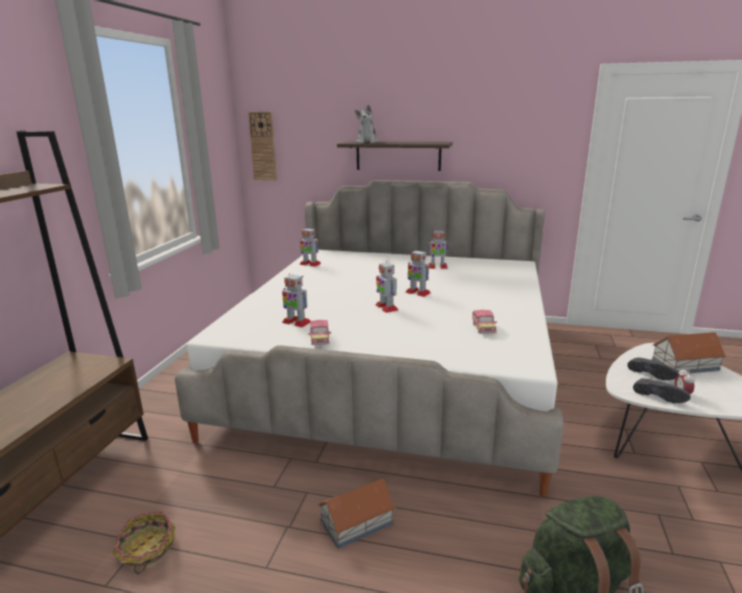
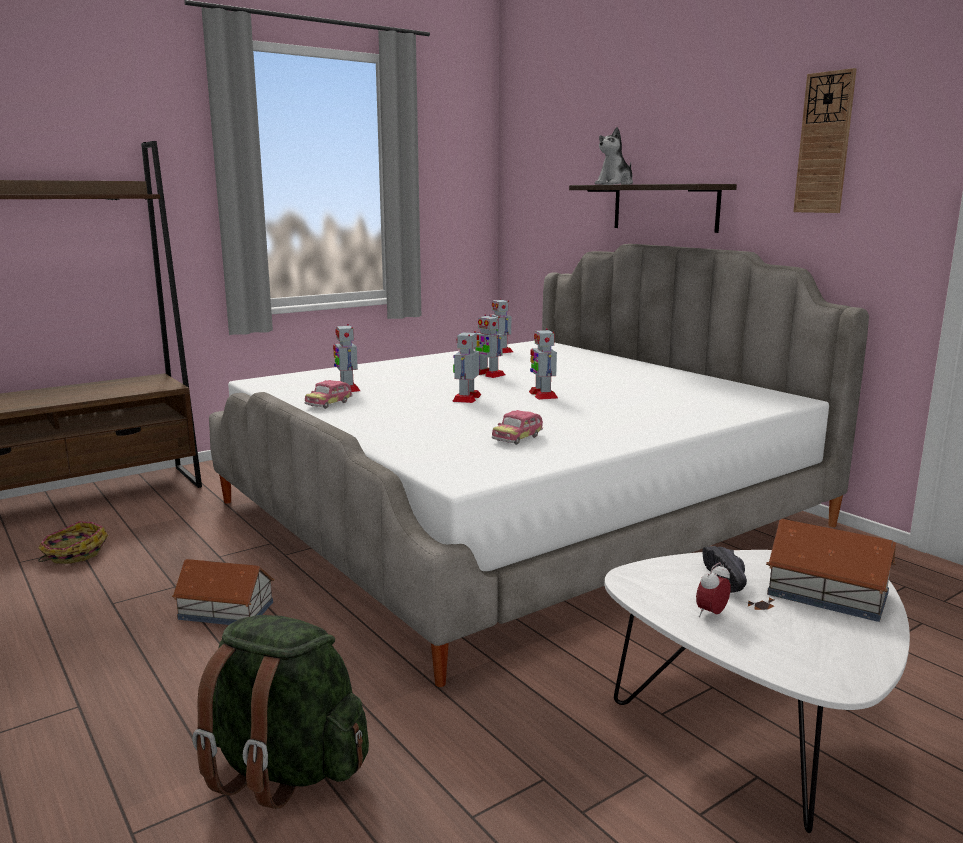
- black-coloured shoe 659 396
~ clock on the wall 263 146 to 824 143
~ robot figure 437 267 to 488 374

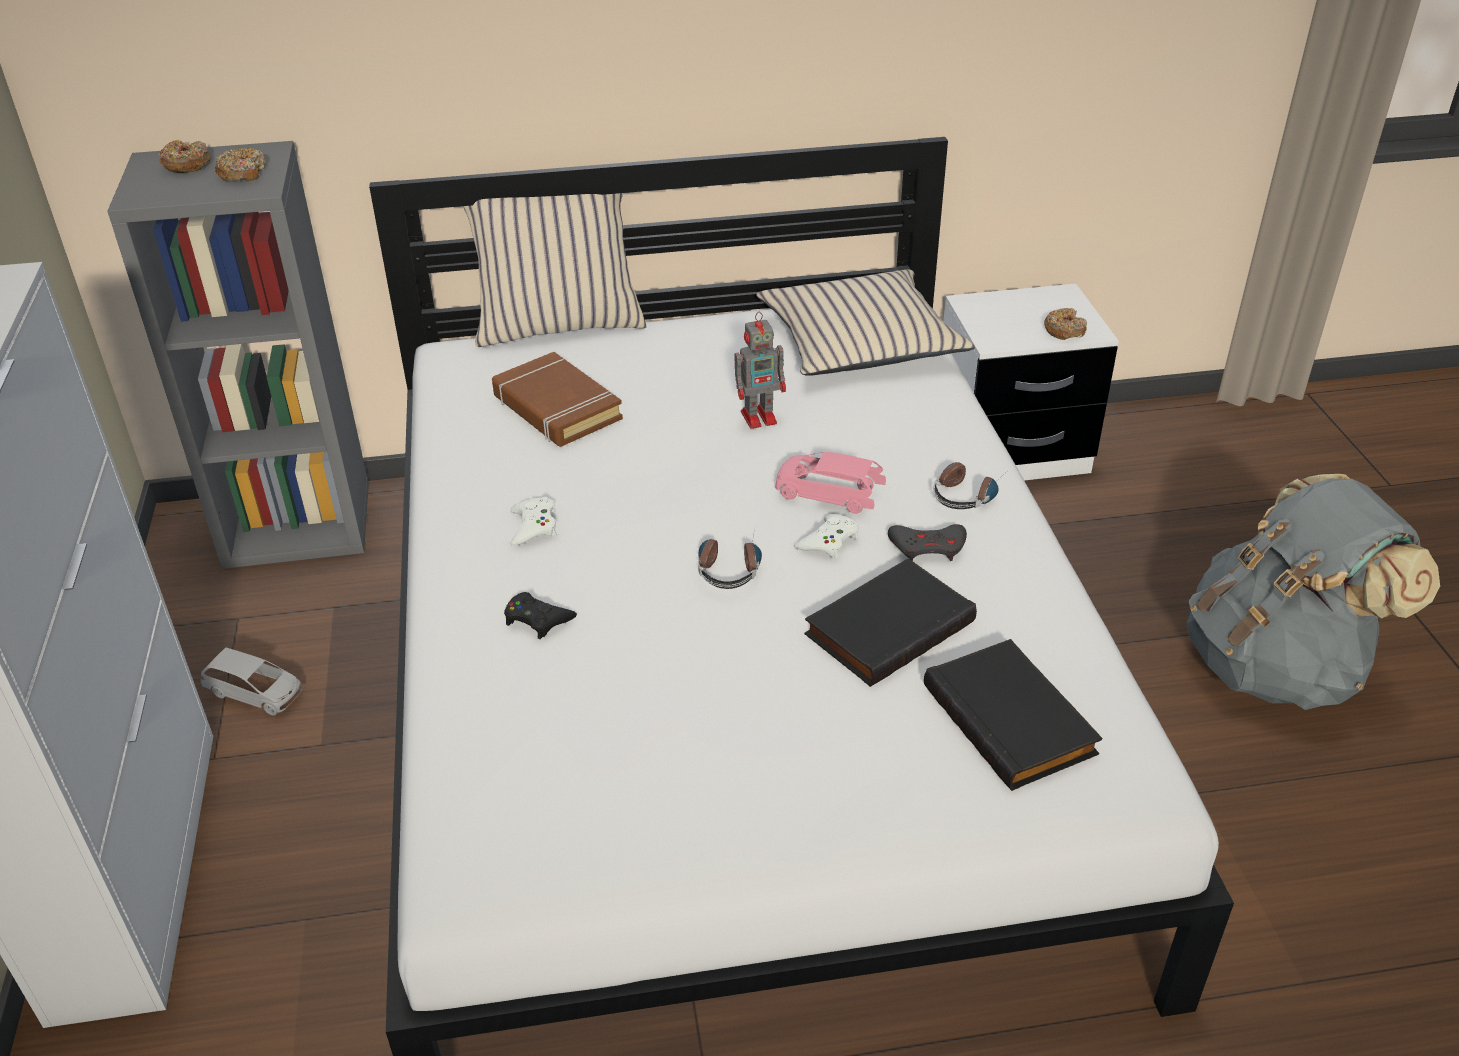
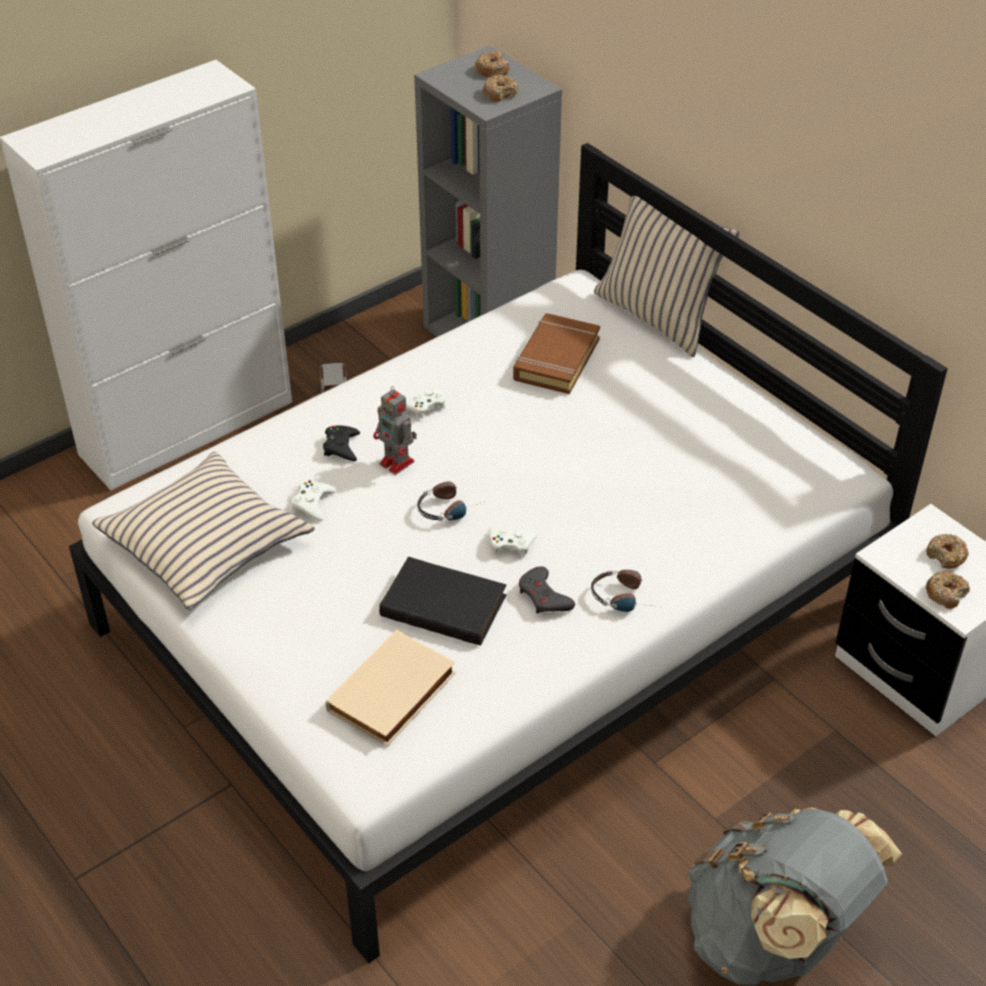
- pinkish model car 828 495
+ white gamepad 313 503
+ ring doughnut 946 556
~ robot figure 760 417 to 398 463
~ sand-coloured throw pillow 859 342 to 205 543
~ black-coloured volume 1012 719 to sand-coloured volume 393 694

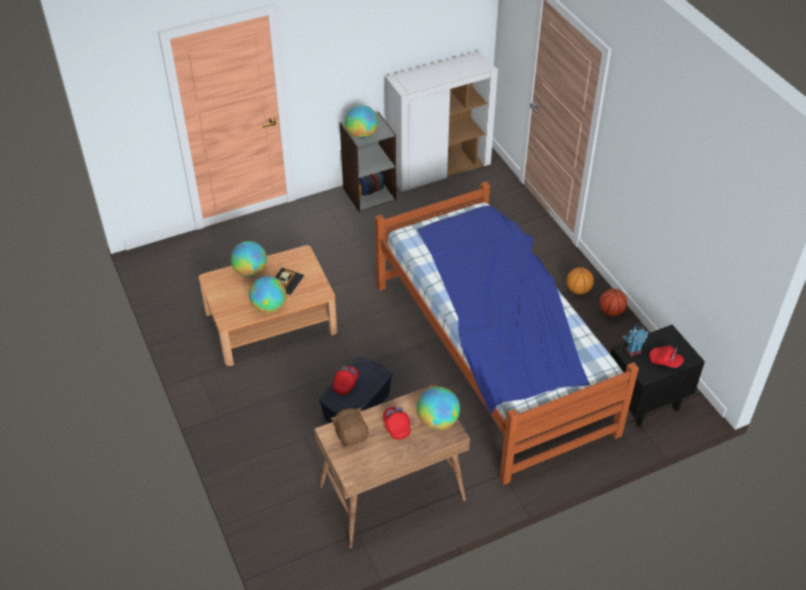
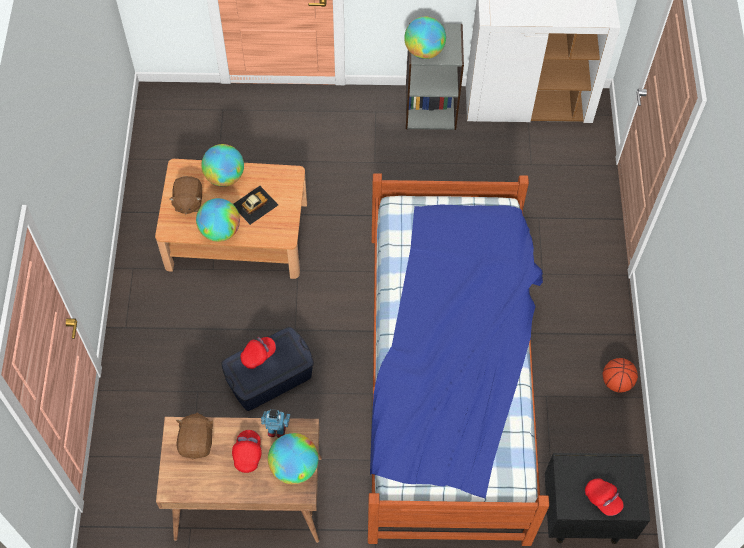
- basketball ball 578 290
+ brown-coloured plush toy 188 202
~ robot figure 633 350 to 276 430

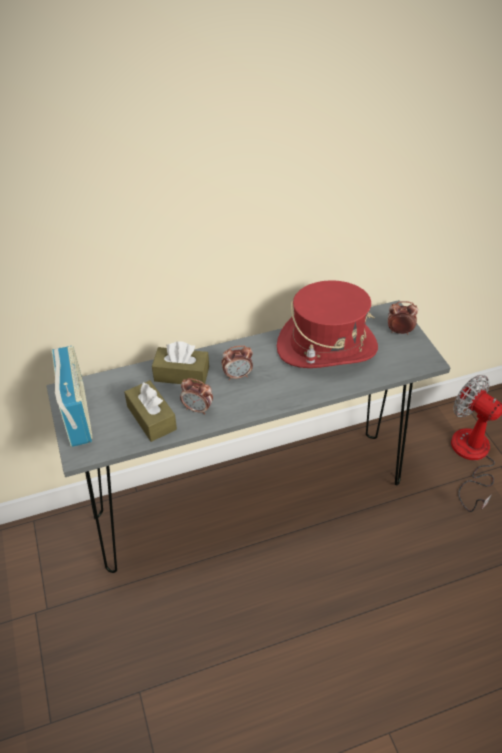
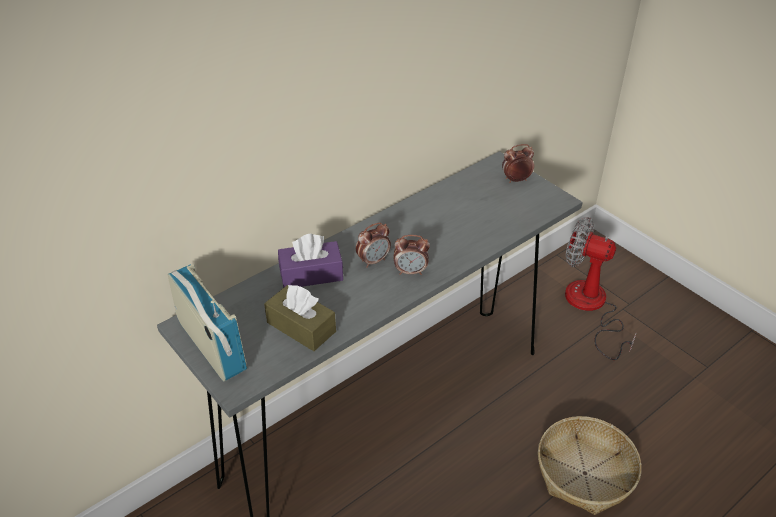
- reddish wearable hat 327 347
+ household basket 585 473
~ table clock 197 409 to 411 271
~ brown-coloured box of tissues 181 374 to purple box of tissues 311 274

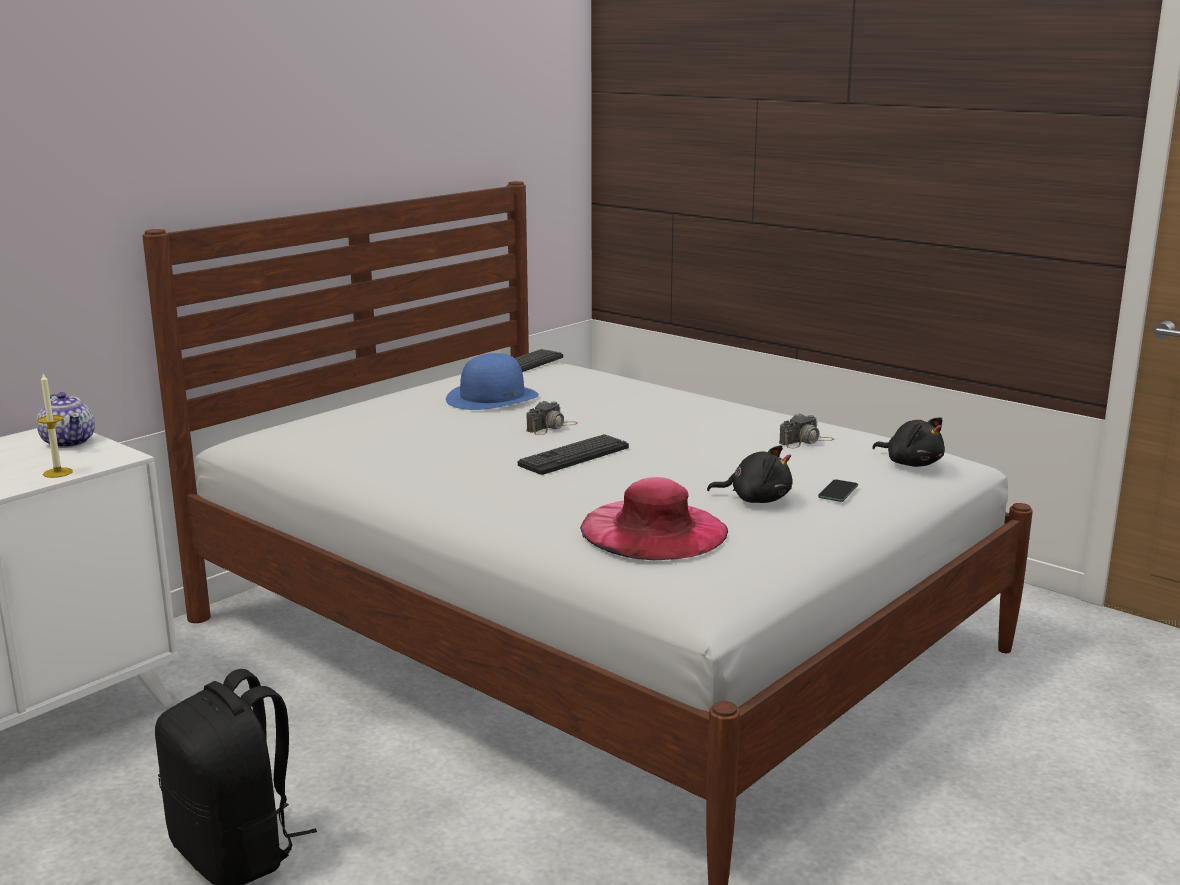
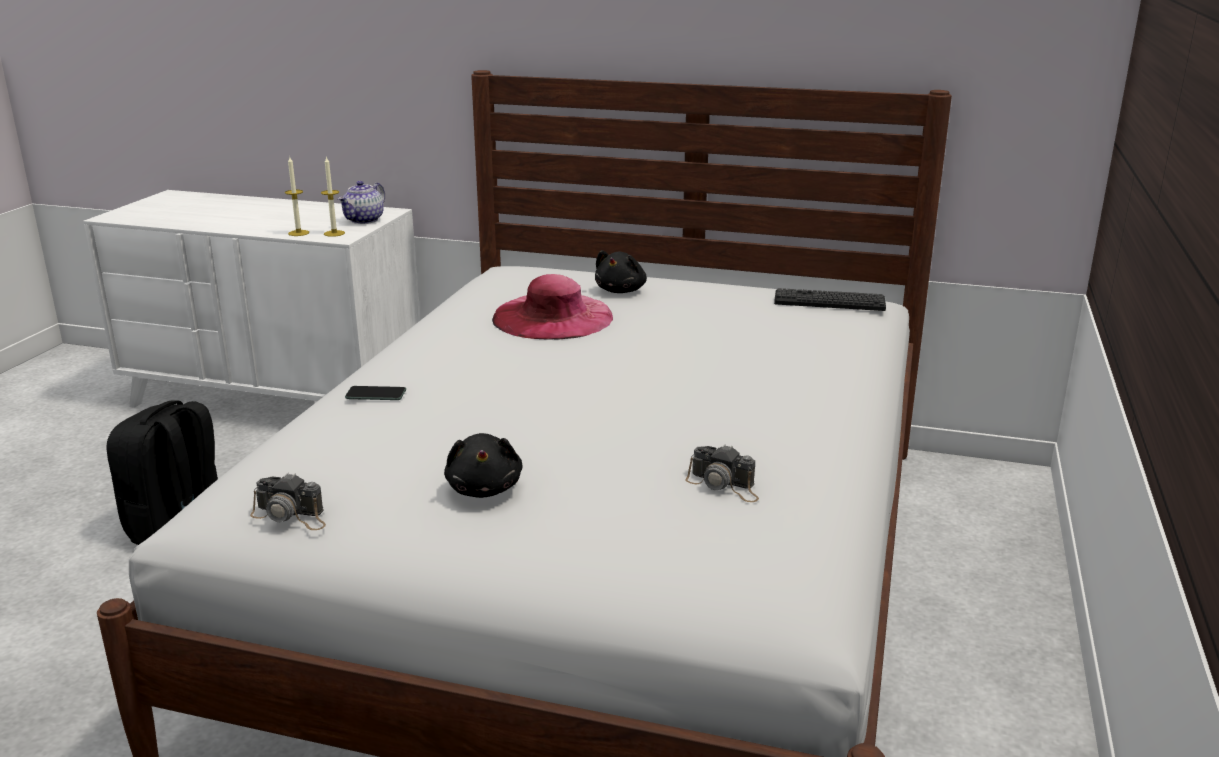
- blue-coloured wearable hat 492 397
- keyboard 574 456
+ wax light 334 233
~ still camera 552 427 to 291 516
~ pinkish wearable hat 654 529 to 553 317
~ phone 838 491 to 376 394
~ black-coloured plush toy 911 463 to 621 290

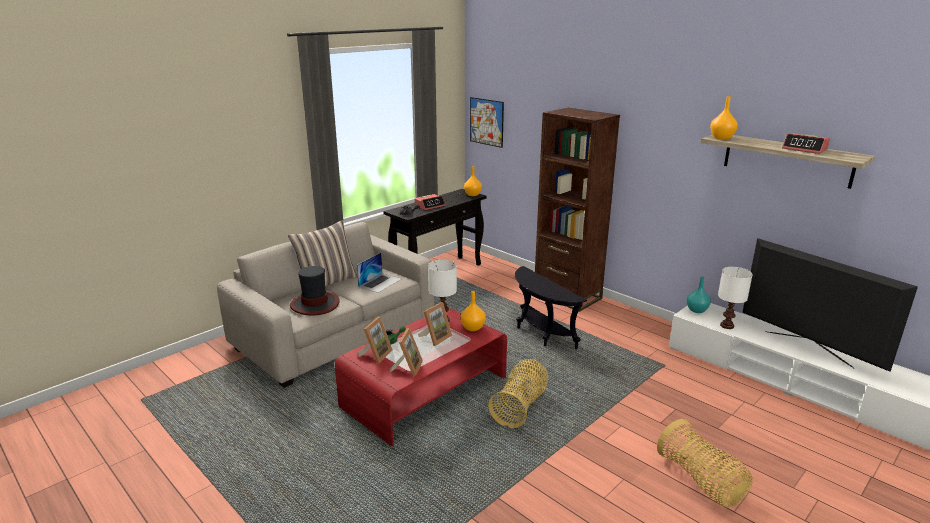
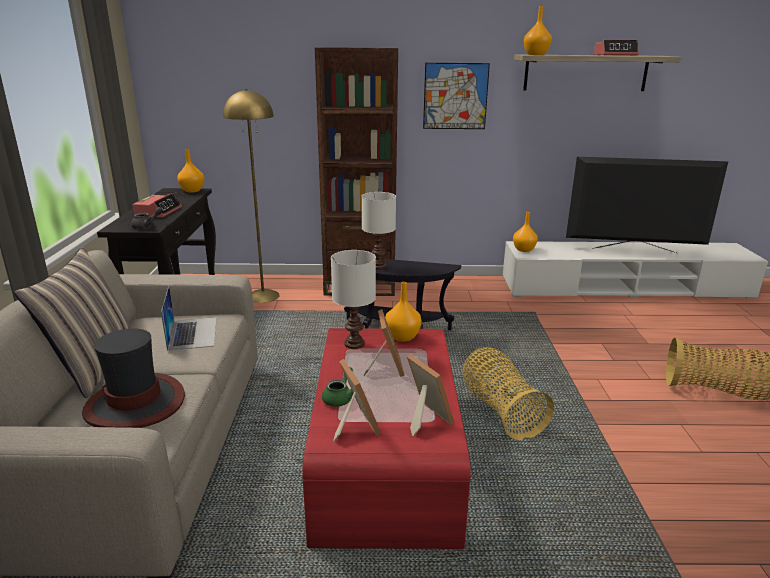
+ yellow-coloured standard lamp 263 296
~ wall picture 486 122 to 455 96
~ white lamp for a table 726 325 to 377 266
~ blue-green flower vase 696 310 to orange flower vase 523 249

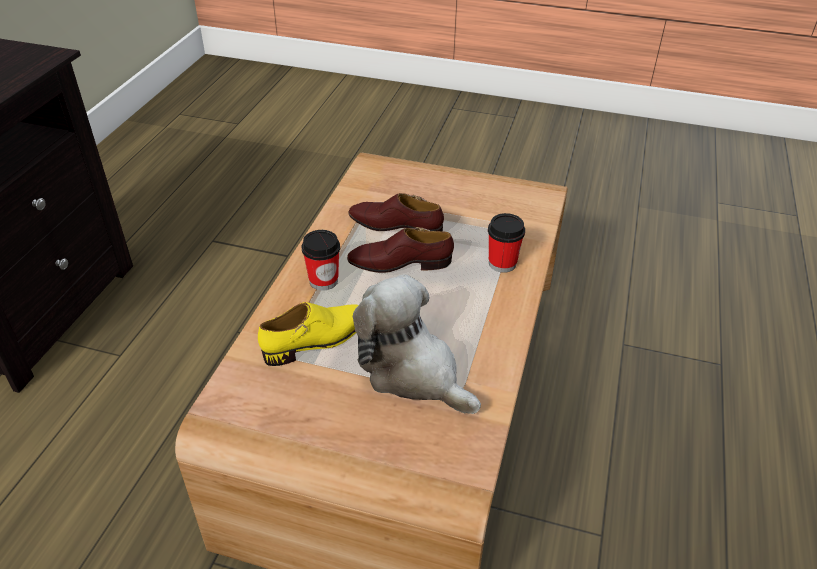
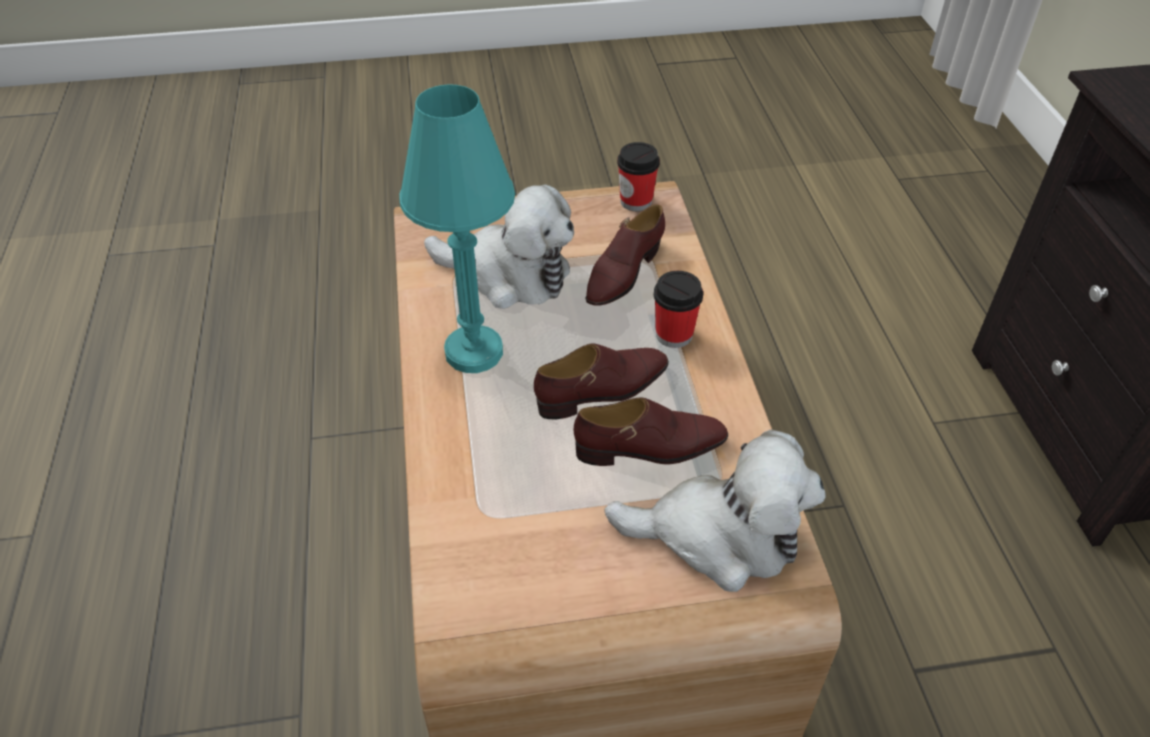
+ blue-green lamp for a table 474 352
+ plush toy 719 536
~ small cup 502 263 to 636 201
~ yellow-coloured shoe 317 340 to brown-coloured shoe 623 272

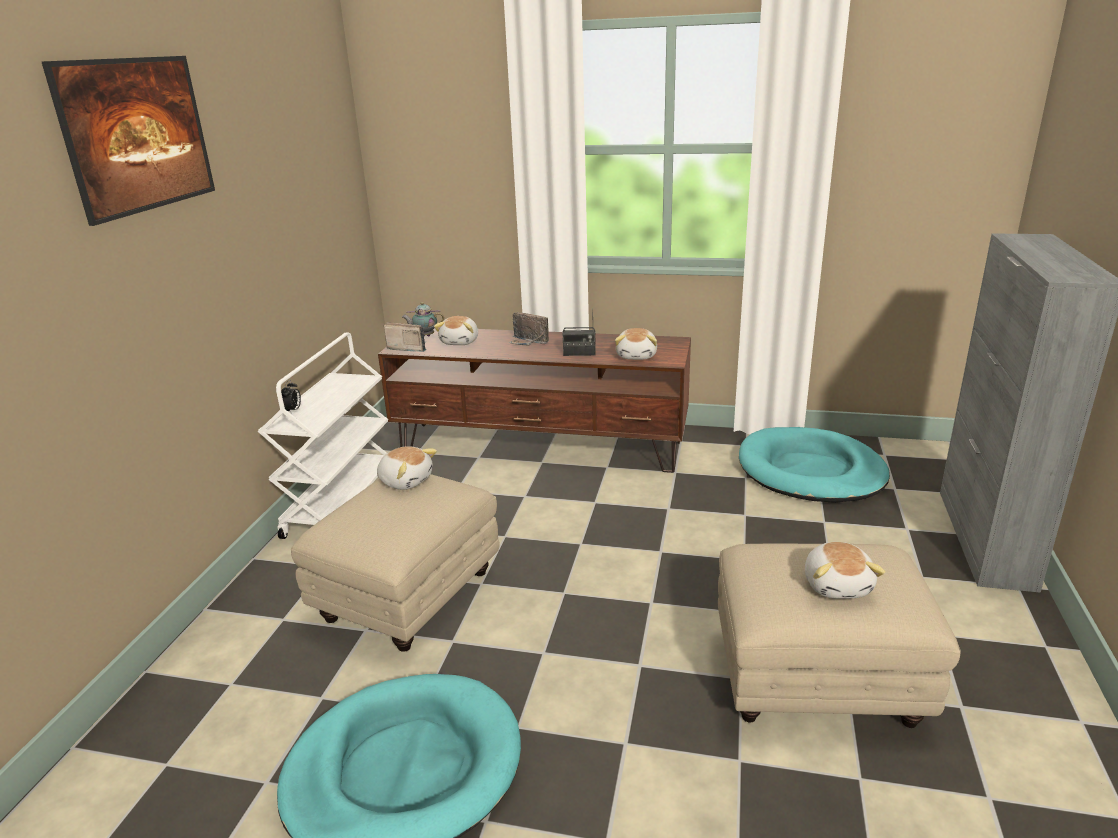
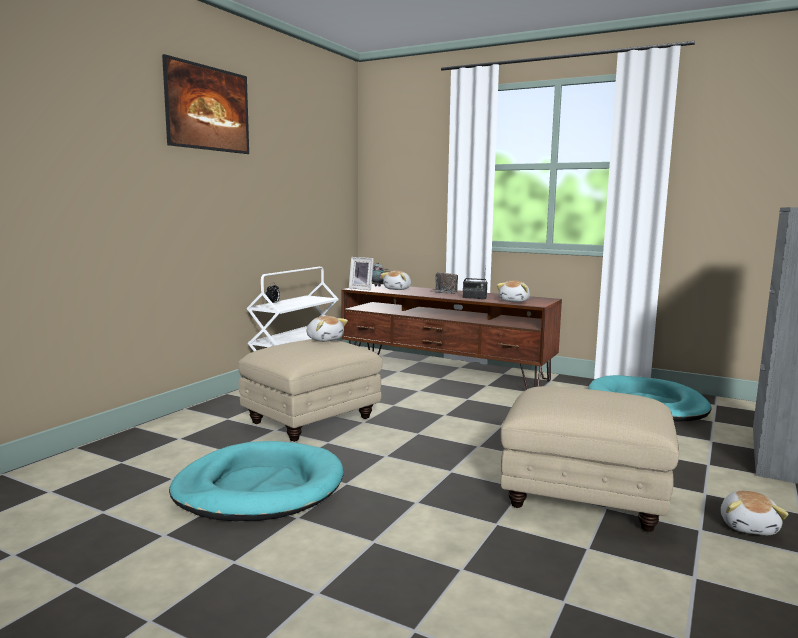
~ plush toy 838 585 to 749 526
~ radio receiver 408 348 to picture frame 362 288

